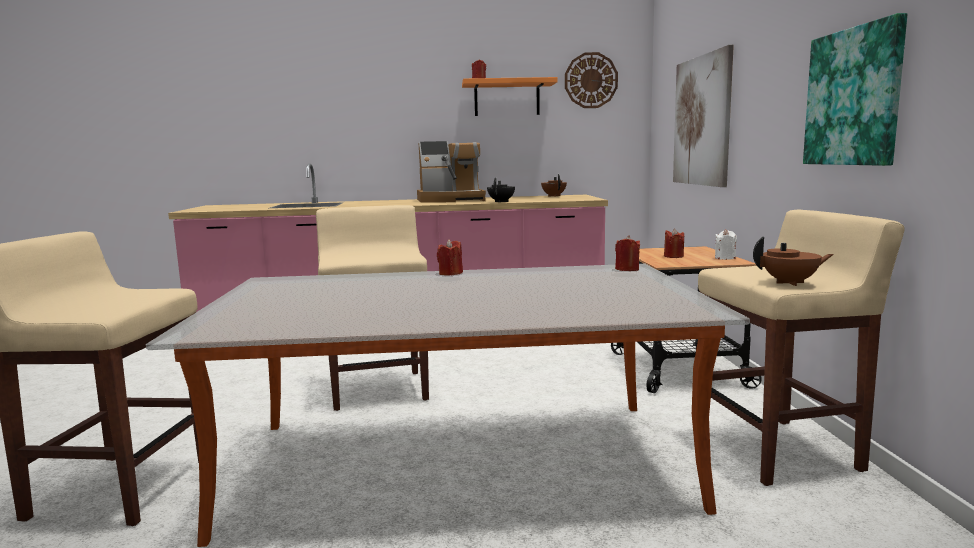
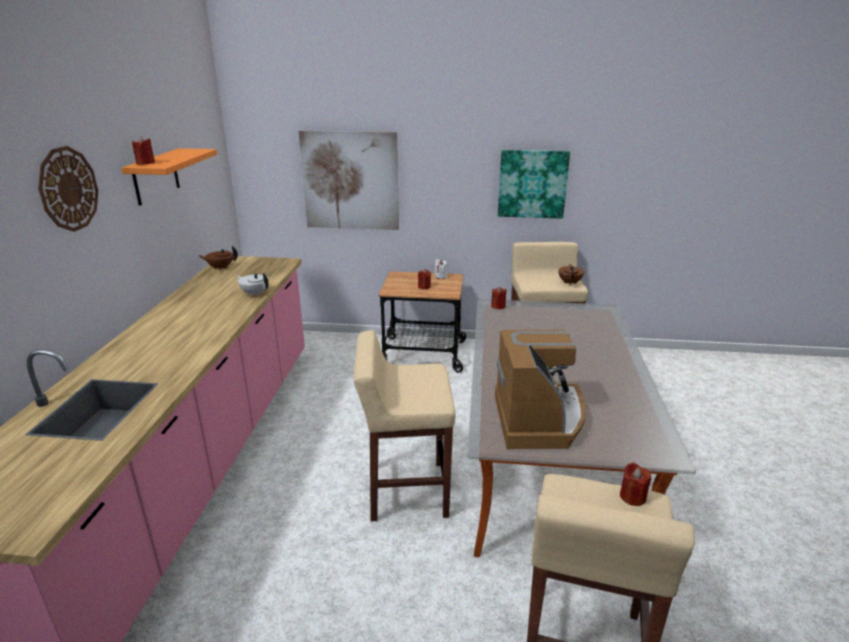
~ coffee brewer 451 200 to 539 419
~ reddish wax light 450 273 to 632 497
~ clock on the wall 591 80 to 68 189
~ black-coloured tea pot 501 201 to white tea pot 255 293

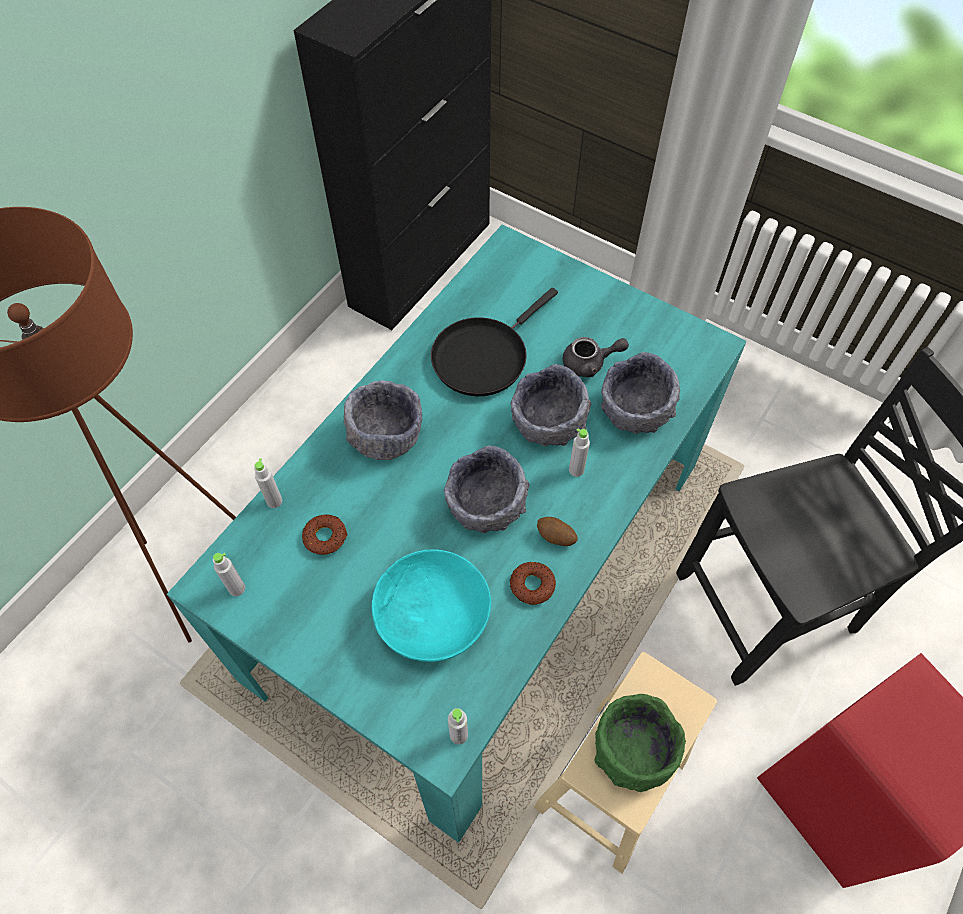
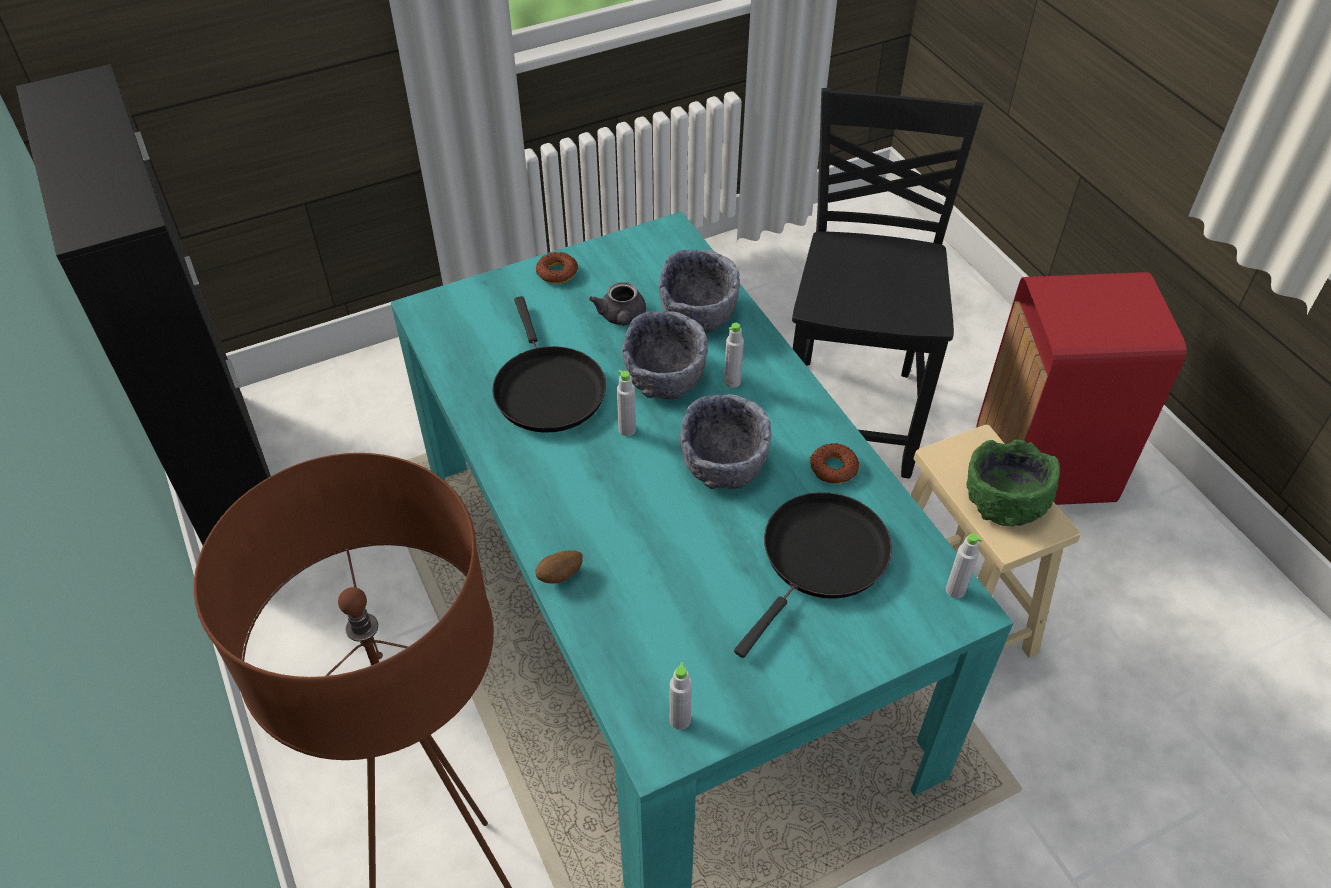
- grey deep dish 385 435
~ grey beverage bottle 274 501 to 627 430
~ ring doughnut 325 537 to 557 272
~ potato 555 537 to 560 576
~ blue-green deep dish 432 617 to black-coloured frying pan 821 558
~ grey tea pot 590 363 = 621 318 150 degrees clockwise

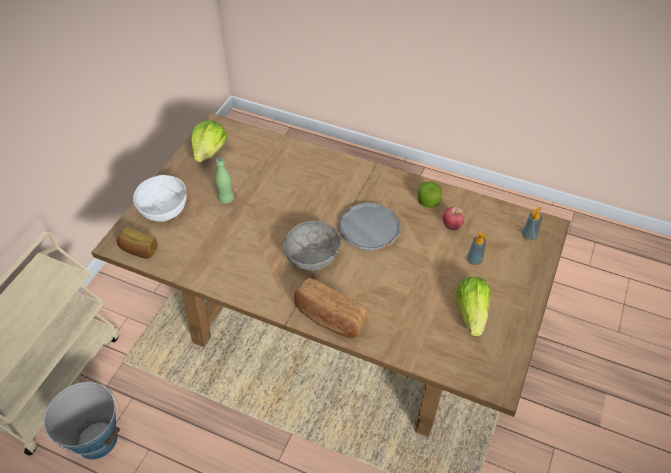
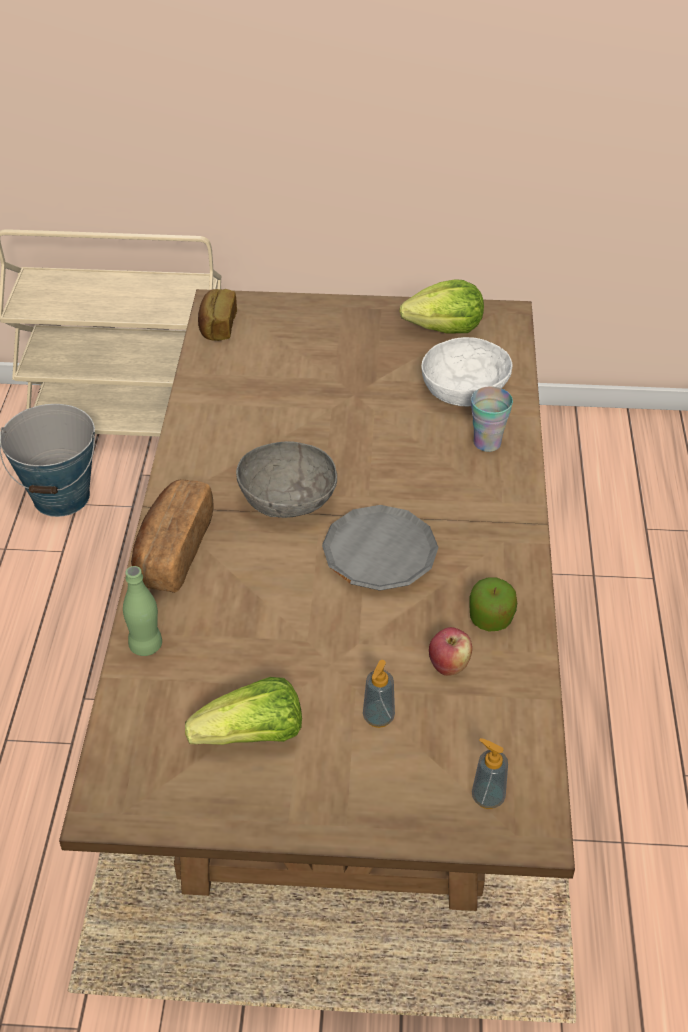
+ small cup 487 443
~ white deep dish 163 208 to 464 390
~ green beverage bottle 226 198 to 146 645

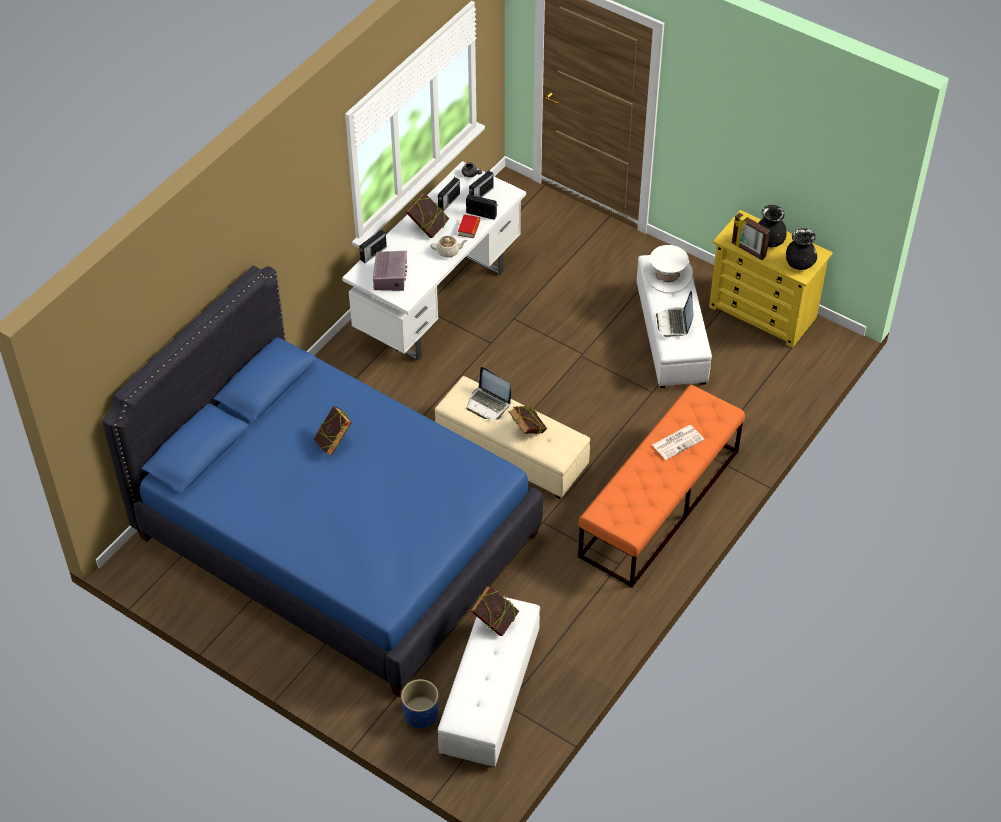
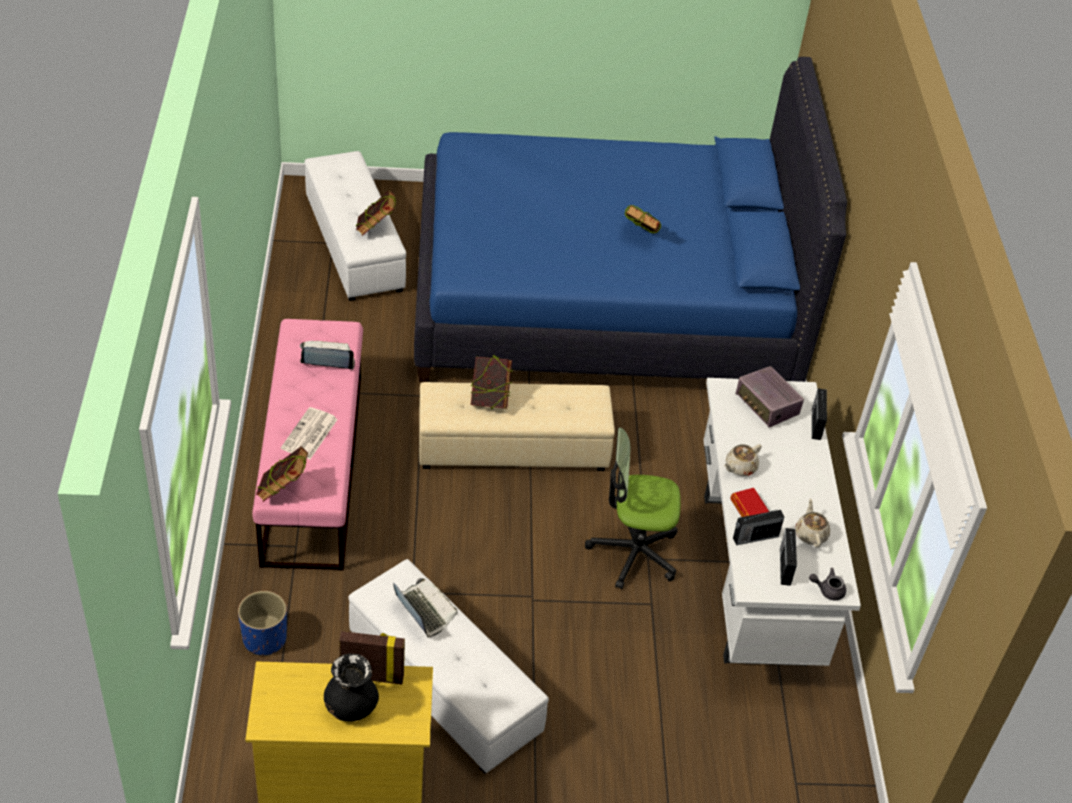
- white wearable hat 667 275
- black-coloured flower vase 799 264
+ computer chair 633 552
~ blue-coloured plant pot 420 715 to 264 638
~ volume 428 228 to 283 491
~ portable computer 488 404 to 327 359
~ radio receiver 448 202 to sand-coloured tea pot 811 534
~ orange long seat 659 504 to pinkish long seat 313 467

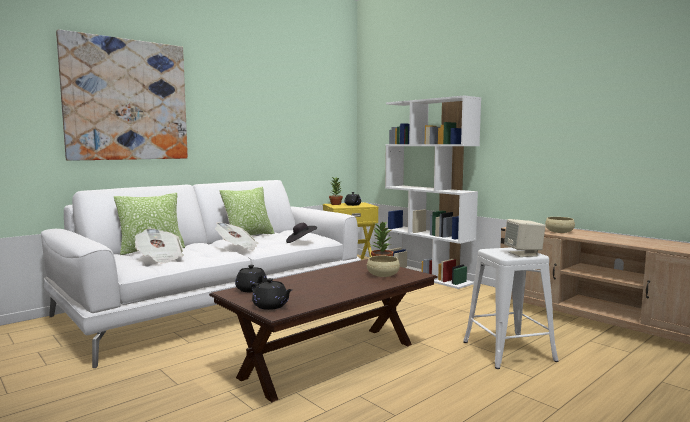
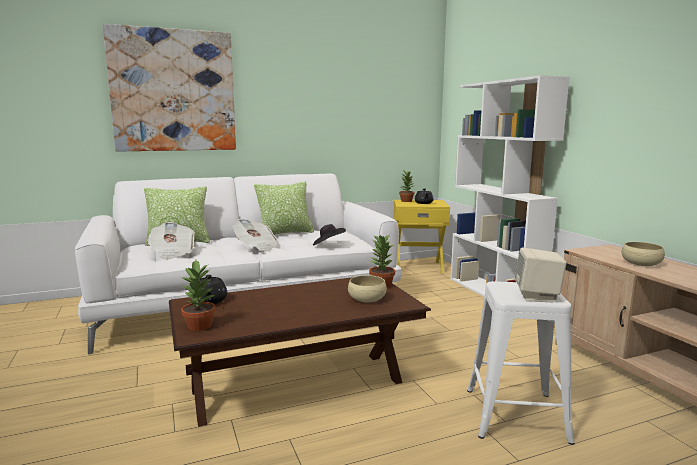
~ black-coloured tea pot 271 306 to houseplant 200 326

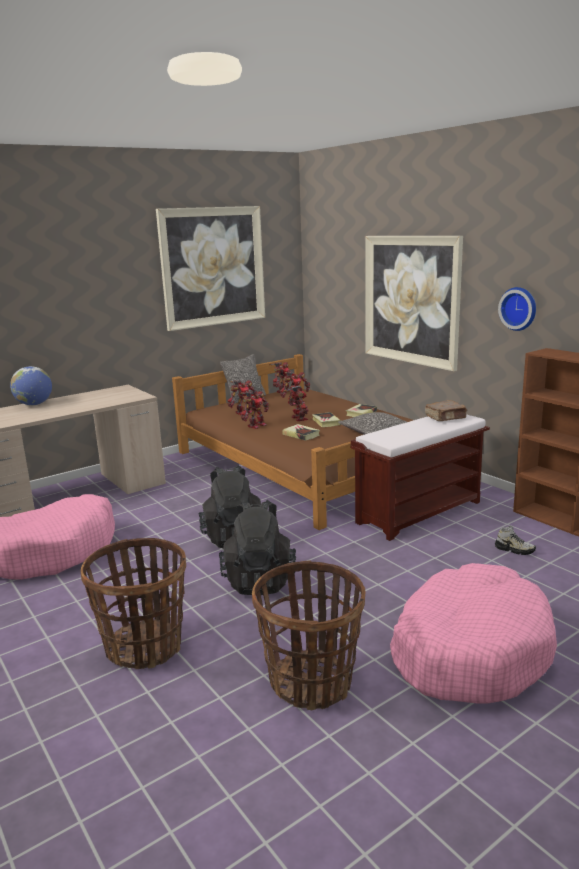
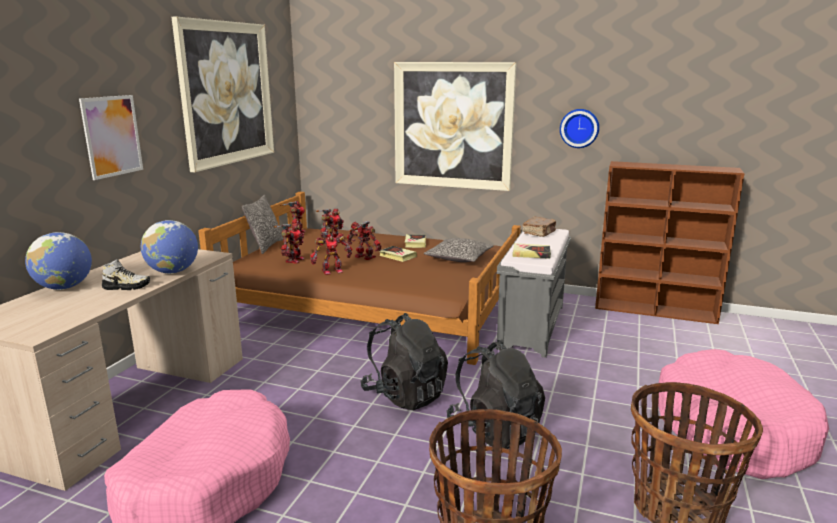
+ wall picture 112 136
+ world globe 173 272
~ volume 301 435 to 531 254
~ shoe 514 550 to 126 287
~ brown-coloured long seat 419 512 to grey long seat 531 326
~ robot figure 255 425 = 331 271 60 degrees clockwise

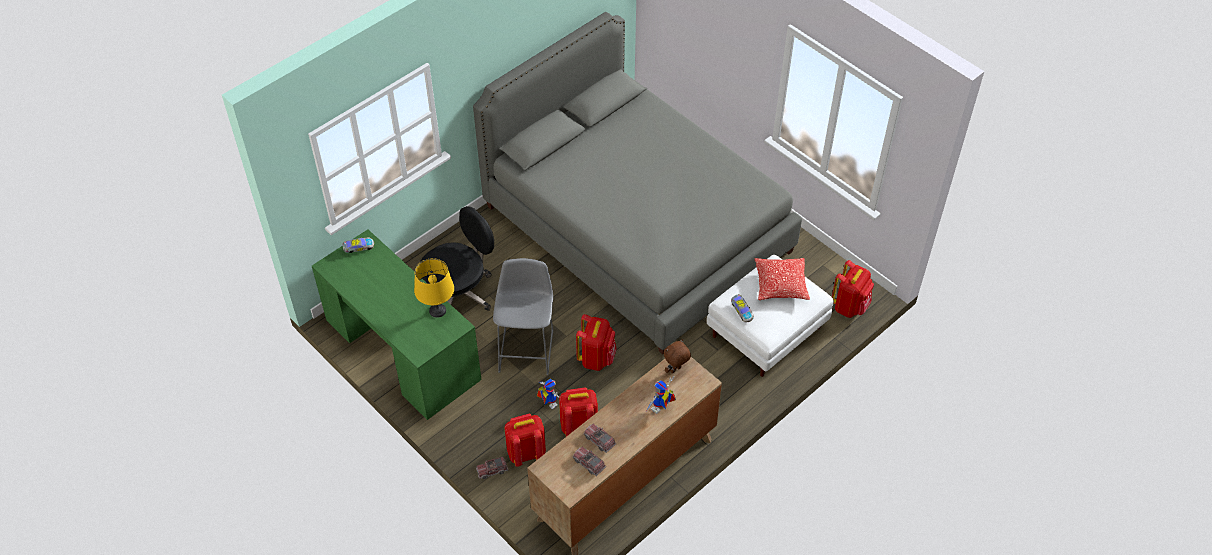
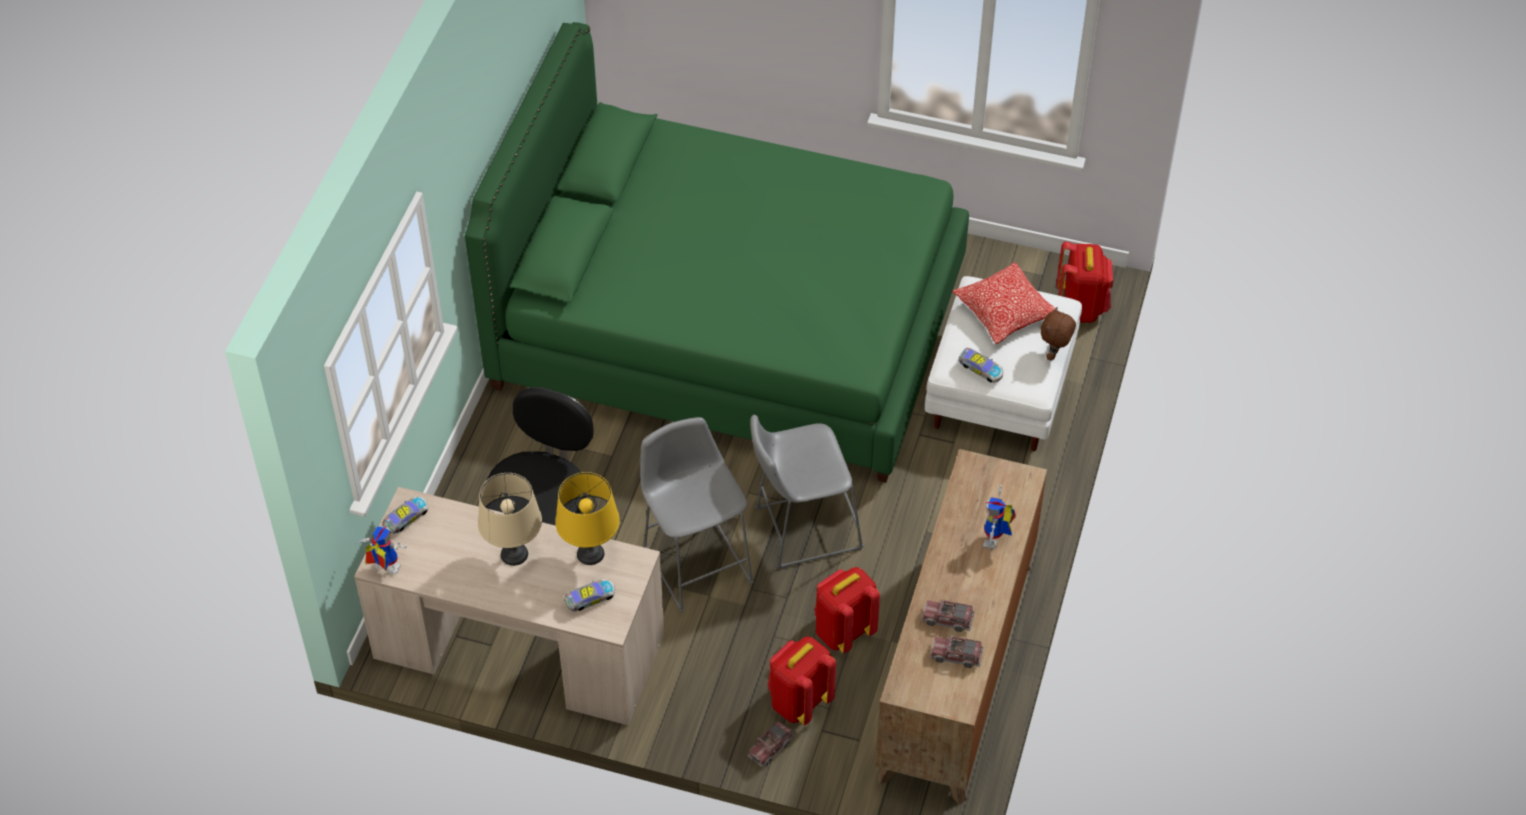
+ sand-coloured lamp for a table 513 554
+ model car 589 600
~ robot figure 547 403 to 383 569
~ brown-coloured plush toy 676 370 to 1054 354
~ reddish rucksack 596 358 to grey sitting stool 802 529
~ green desk table 402 348 to sand-coloured desk table 519 645
~ grey bedroom bed 637 229 to green bedroom bed 729 327

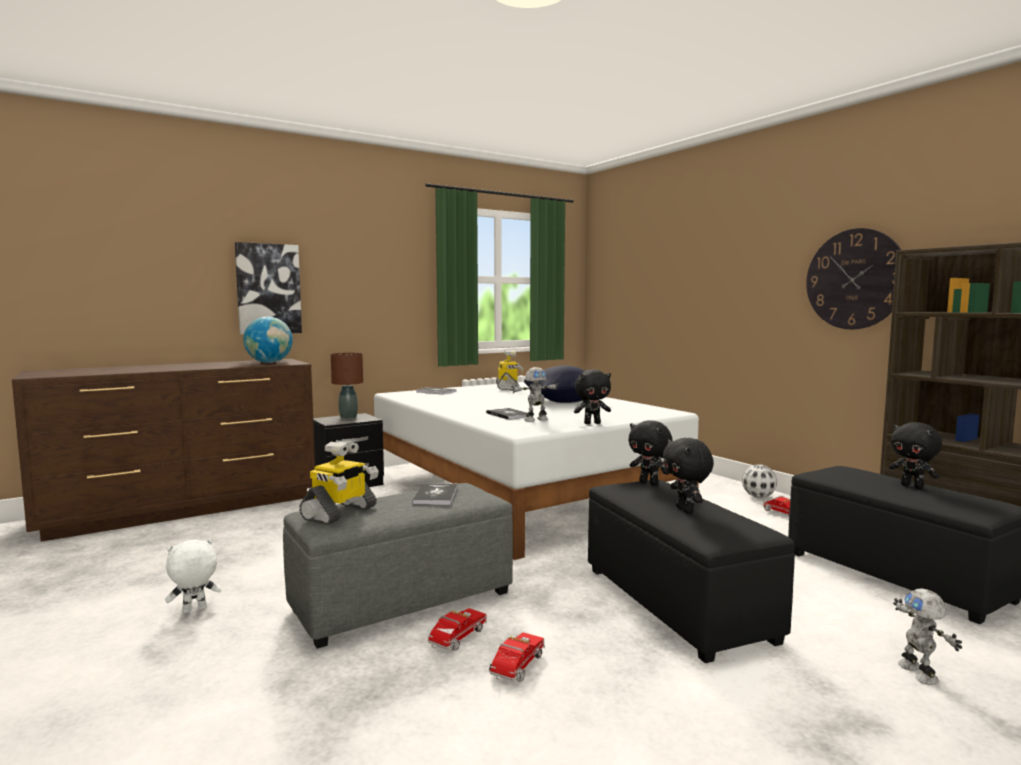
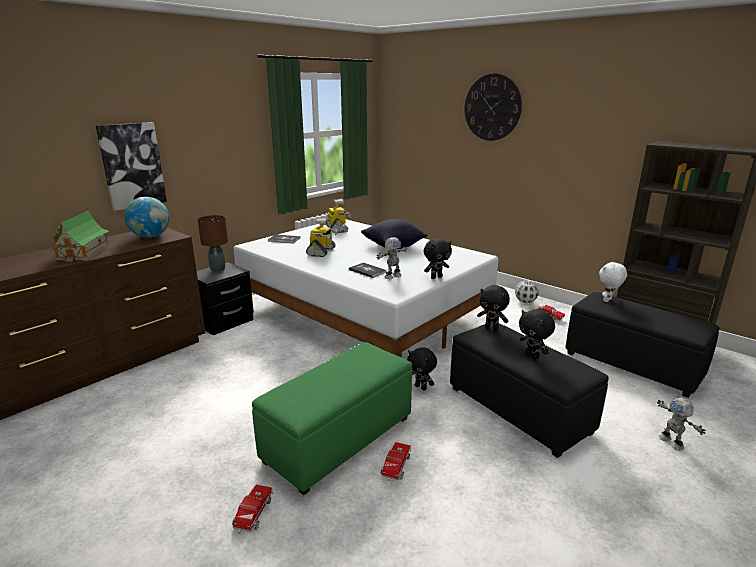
- volume 436 495
+ model house 83 253
~ white plush toy 194 610 to 608 300
~ robot figure 340 513 to 322 252
~ toy lorry 516 668 to 253 515
~ clock on the wall 854 279 to 492 107
~ black-coloured plush toy 913 486 to 421 387
~ grey ottoman 404 601 to green ottoman 339 438

